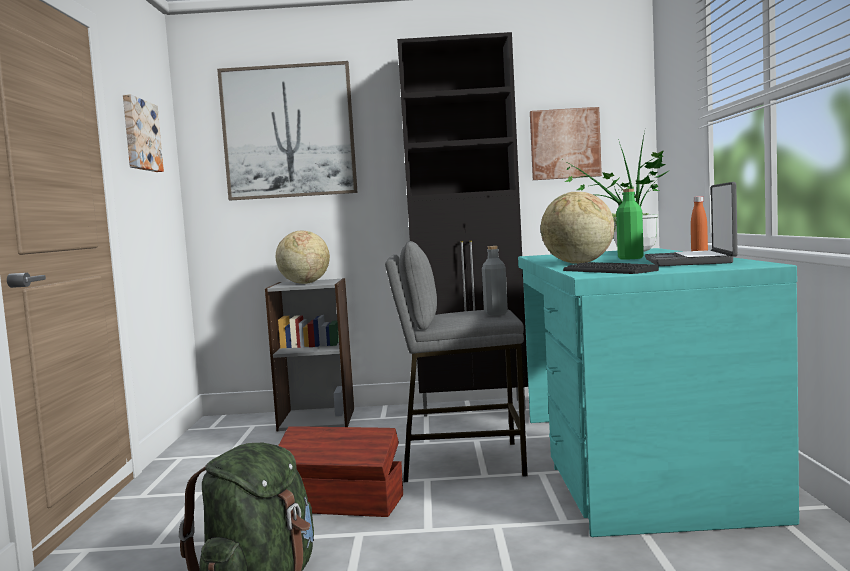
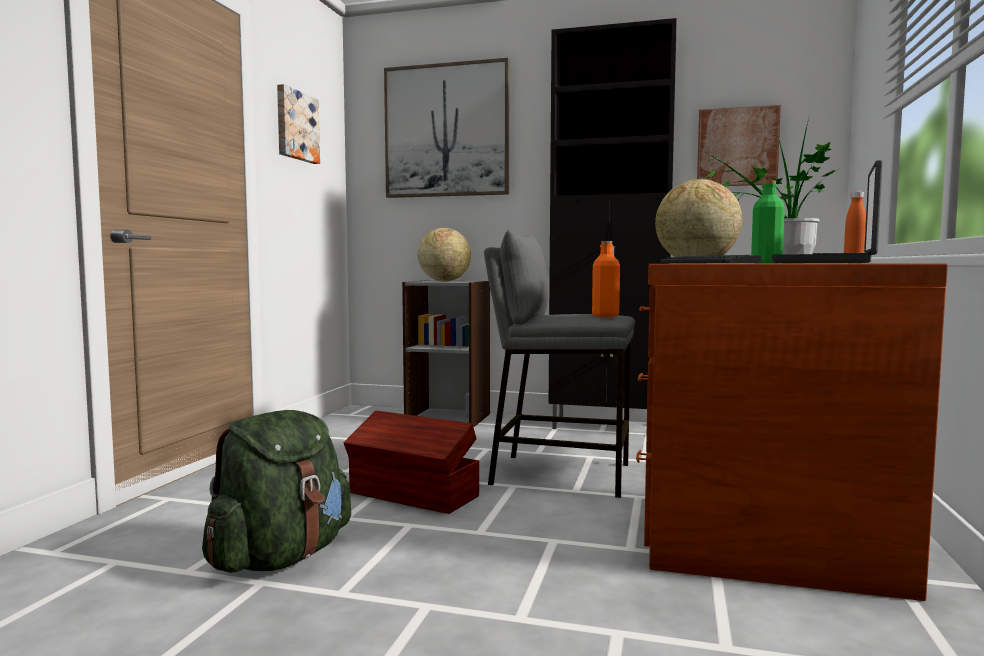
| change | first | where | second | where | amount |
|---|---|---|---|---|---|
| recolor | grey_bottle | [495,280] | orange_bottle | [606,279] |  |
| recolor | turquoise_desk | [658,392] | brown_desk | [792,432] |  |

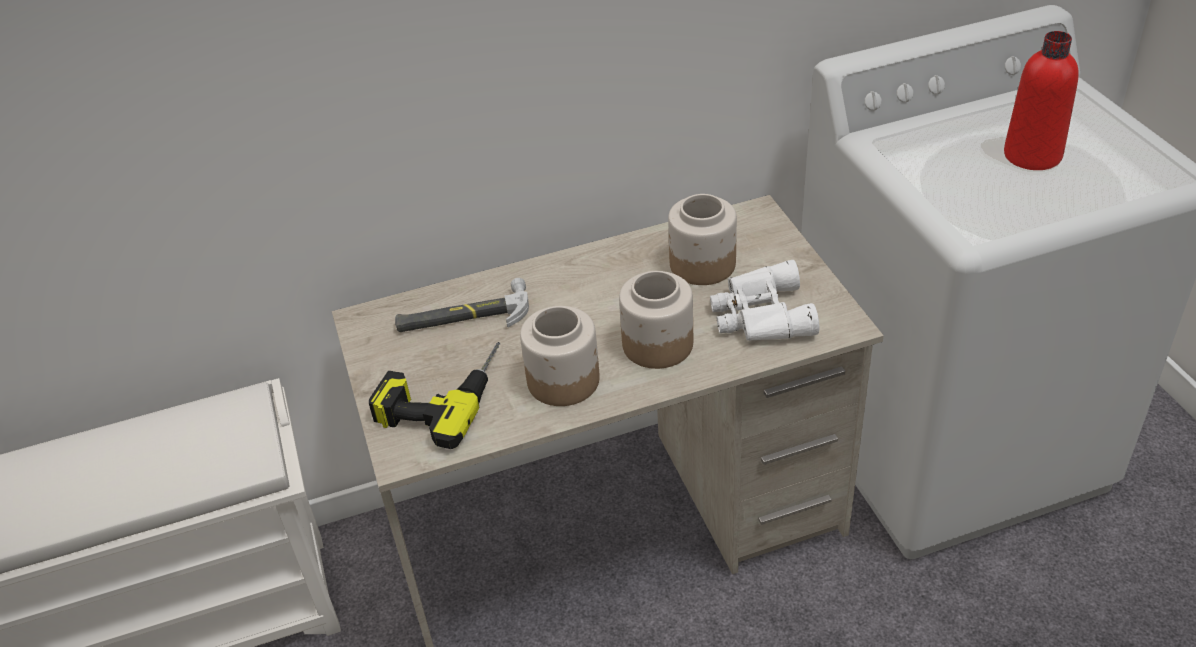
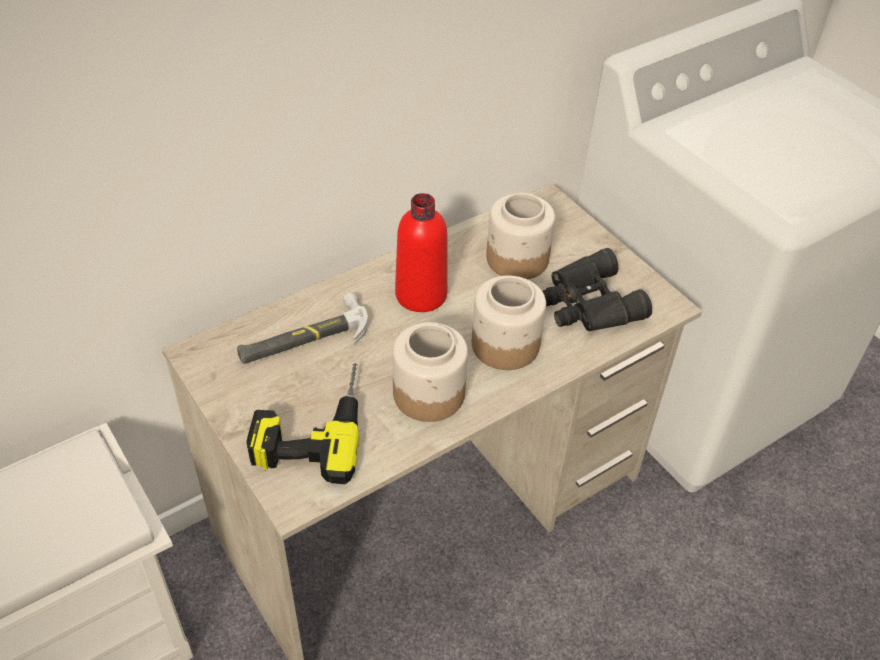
| change | first | where | second | where | amount |
|---|---|---|---|---|---|
| recolor | white_binoculars | [764,300] | black_binoculars | [597,289] |  |
| move | red_bottle | [1041,100] |  | [421,252] |  |

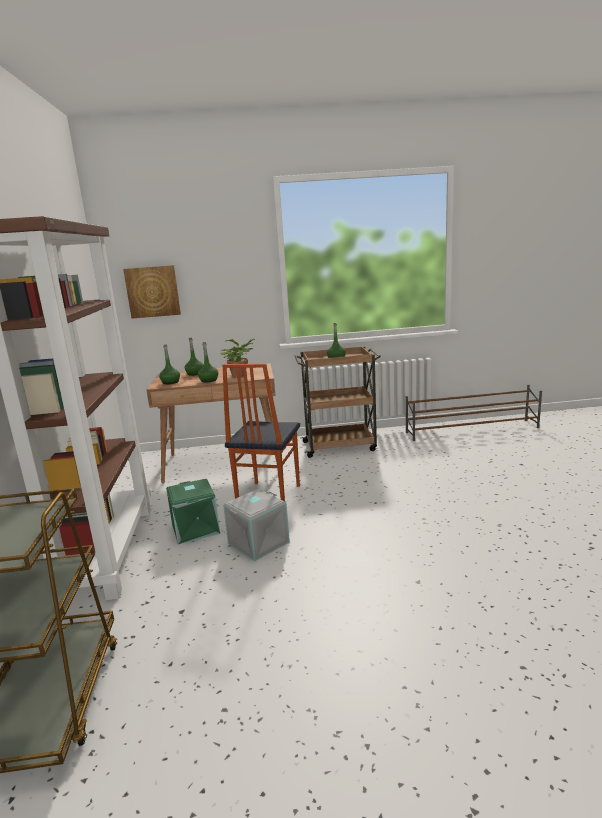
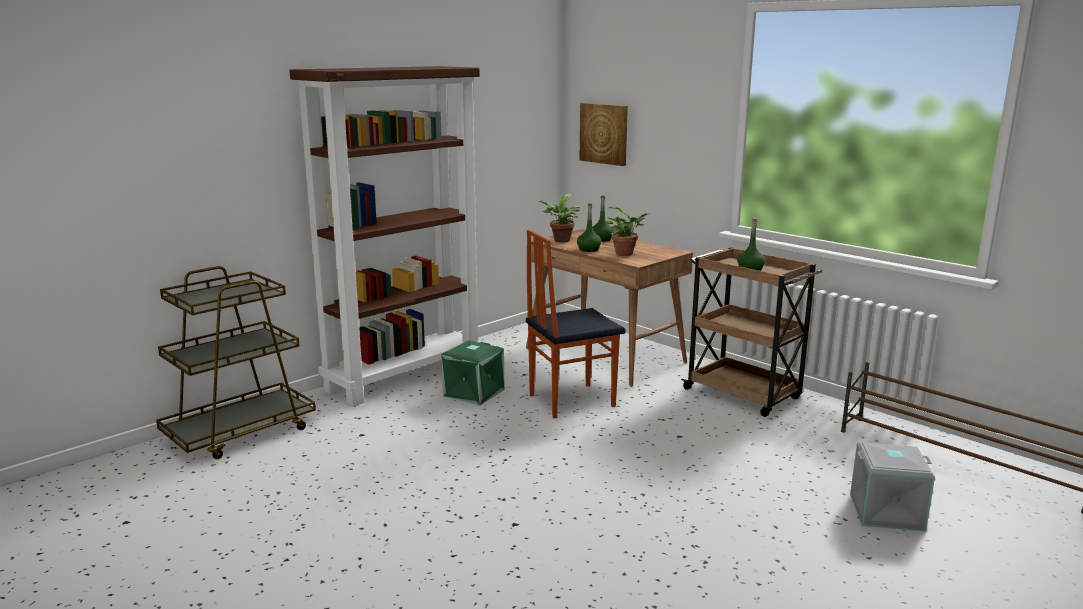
| change | first | where | second | where | amount |
|---|---|---|---|---|---|
| replace | green_bottle | [169,364] | potted_plant | [559,218] |  |
| move | grey_storage_box | [256,525] |  | [892,486] |  |

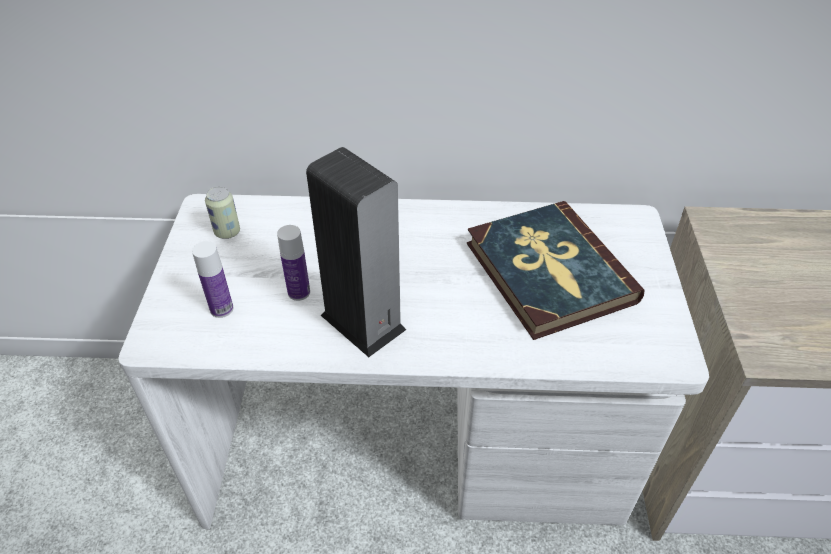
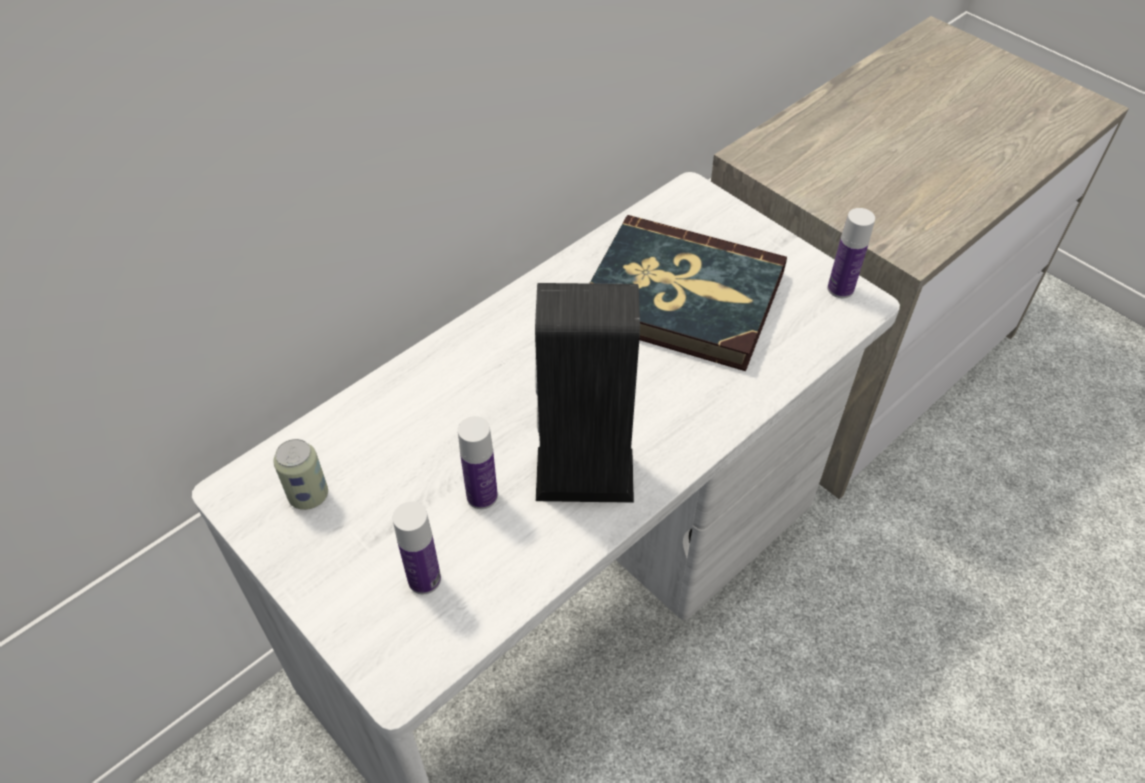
| change | first | where | second | where | amount |
|---|---|---|---|---|---|
| insert |  |  | bottle | [851,253] |  |

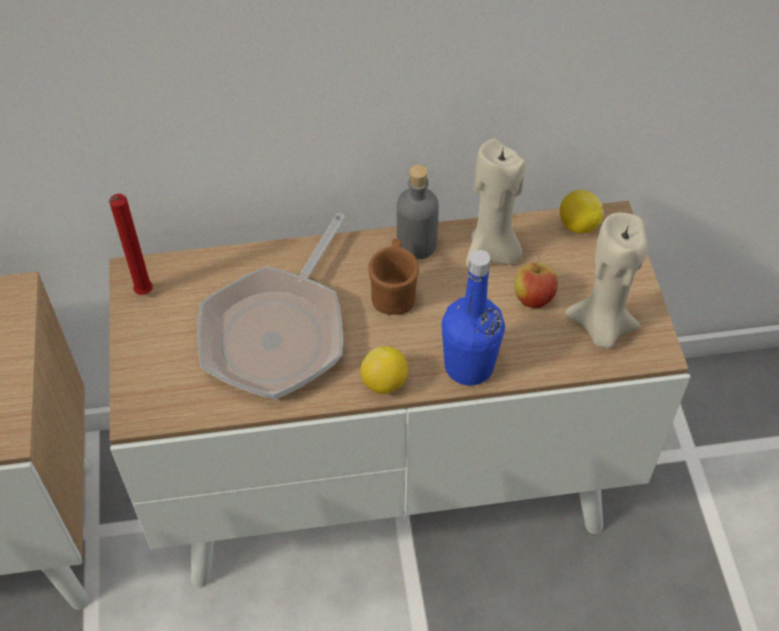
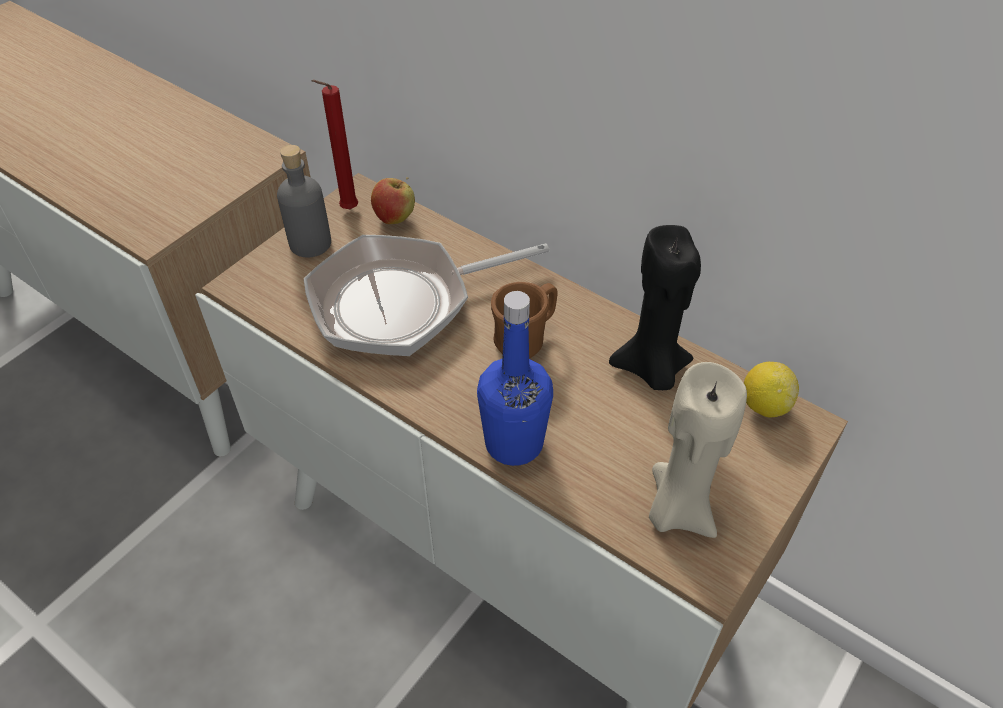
| change | first | where | second | where | amount |
|---|---|---|---|---|---|
| delete | lemon | [384,370] |  |  |  |
| move | grey_bottle | [418,212] |  | [304,201] |  |
| recolor | beige_candle | [496,203] | black_candle | [655,307] |  |
| move | apple | [536,282] |  | [393,200] |  |

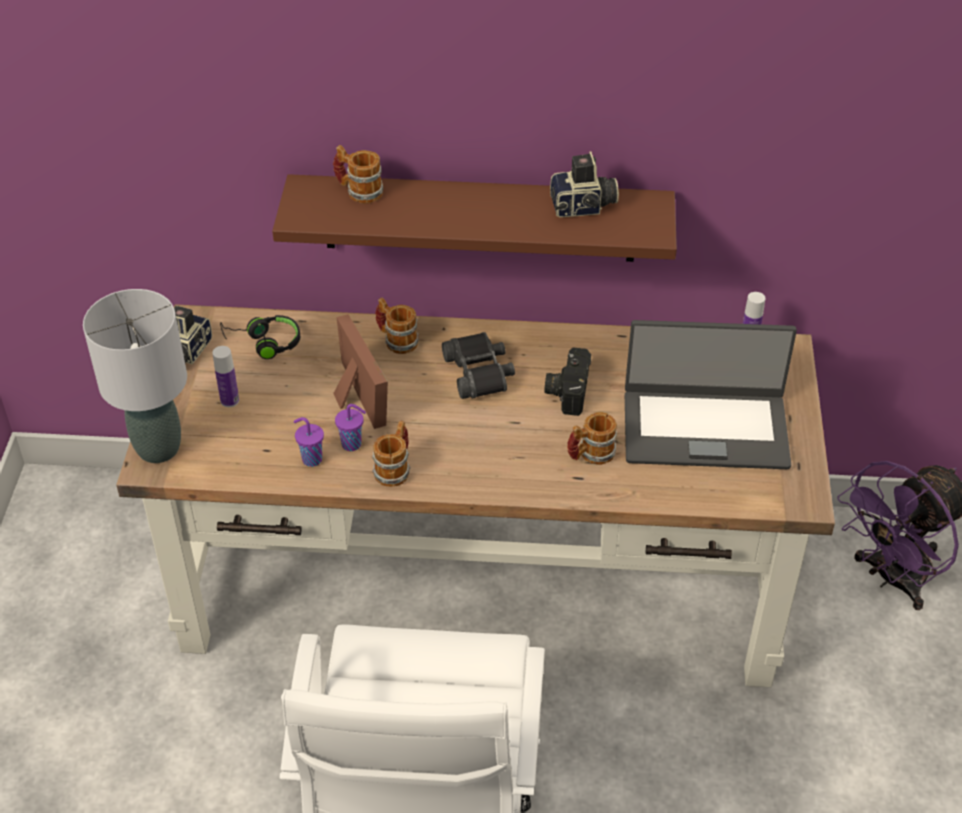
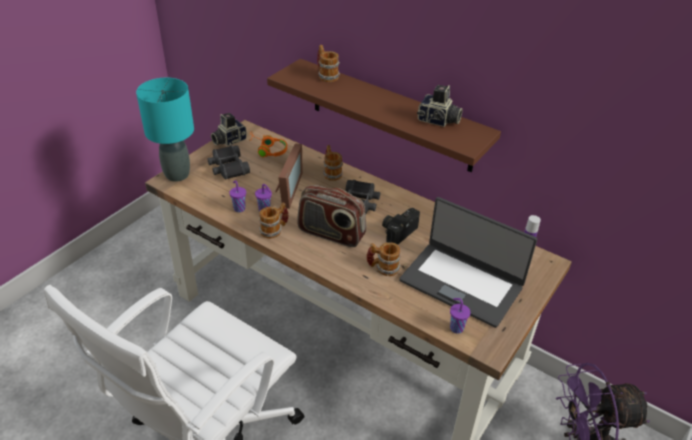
| change | first | where | second | where | amount |
|---|---|---|---|---|---|
| recolor | grey_table_lamp | [135,376] | turquoise_table_lamp | [165,130] |  |
| replace | bottle | [225,376] | black_binoculars | [229,162] |  |
| recolor | black_headphones | [260,337] | orange_headphones | [268,144] |  |
| insert |  |  | radio | [331,216] |  |
| insert |  |  | purple_cup | [460,316] |  |

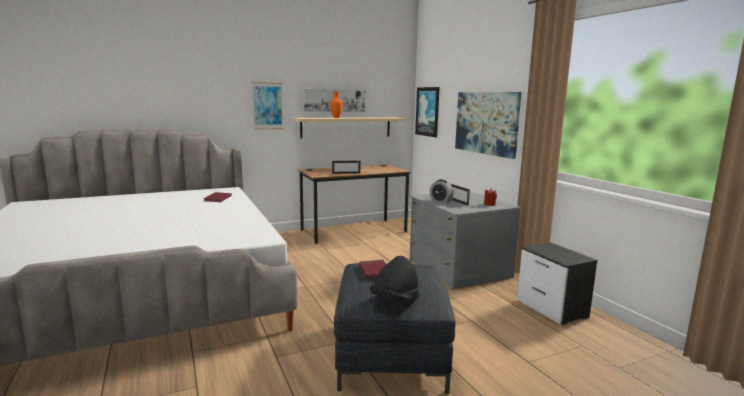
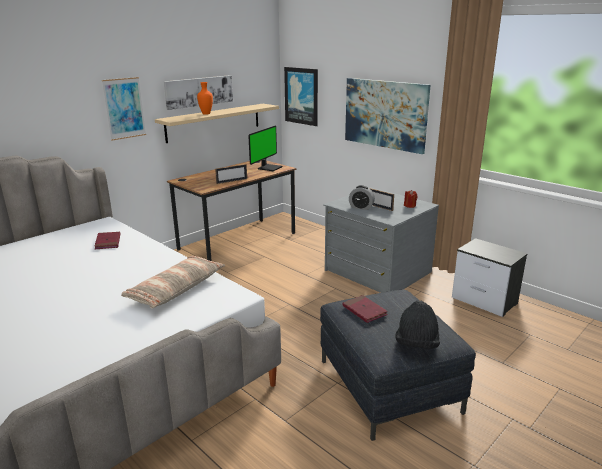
| change | first | where | second | where | amount |
|---|---|---|---|---|---|
| insert |  |  | pillow | [173,282] |  |
| insert |  |  | monitor | [265,148] |  |

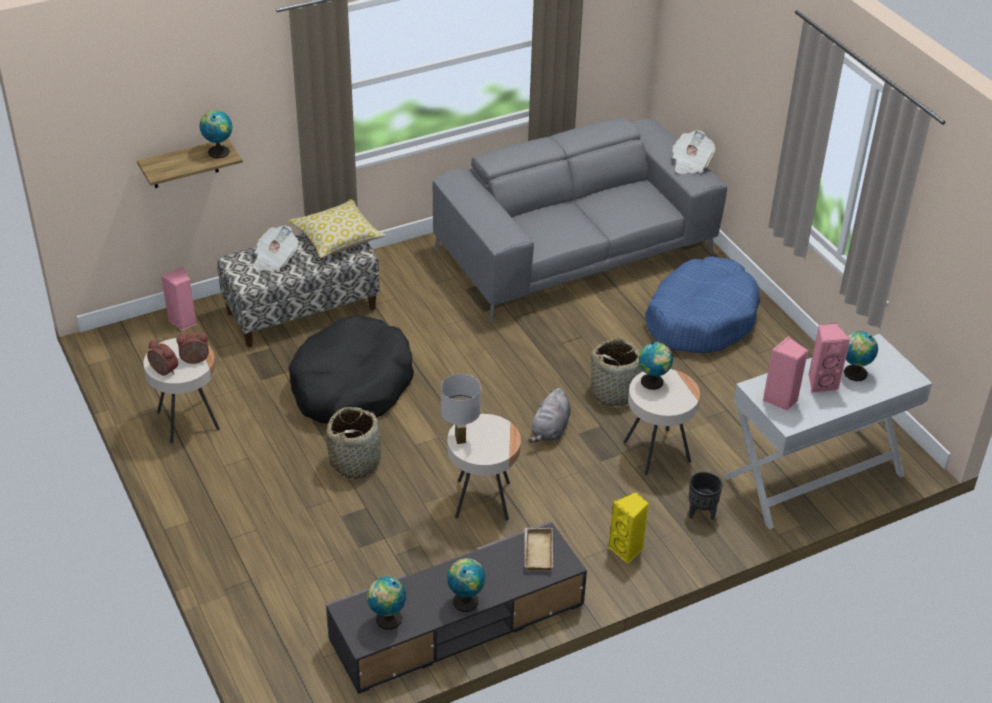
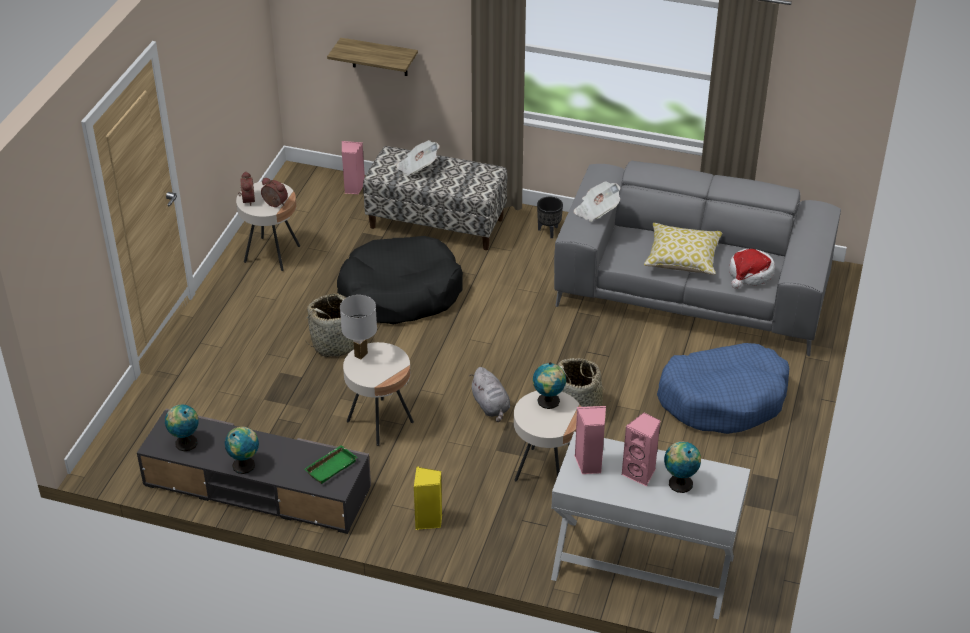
| change | first | where | second | where | amount |
|---|---|---|---|---|---|
| delete | globe | [216,134] |  |  |  |
| move | pillow | [337,228] |  | [683,249] |  |
| recolor | beige_tray | [538,549] | green_tray | [331,464] |  |
| rotate | grey_plush_toy | [549,415] |  | [490,394] | 90 degrees counterclockwise |
| move | newspaper | [693,152] |  | [597,202] |  |
| move | black_planter | [706,496] |  | [550,217] |  |
| insert |  |  | hat | [752,269] |  |

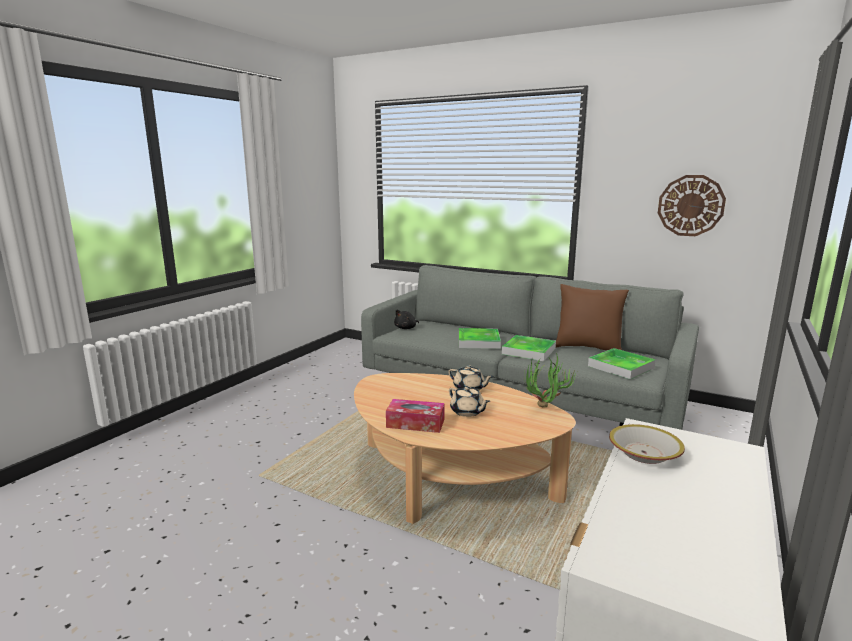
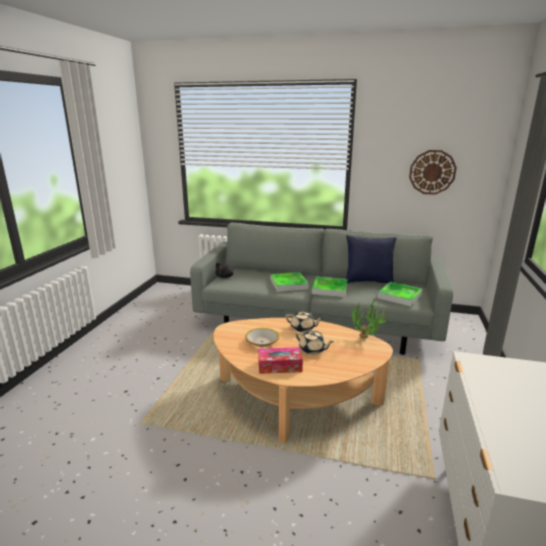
| change | first | where | second | where | amount |
|---|---|---|---|---|---|
| recolor | brown_pillow | [592,317] | blue_pillow | [371,259] |  |
| move | bowl | [647,444] |  | [262,337] |  |

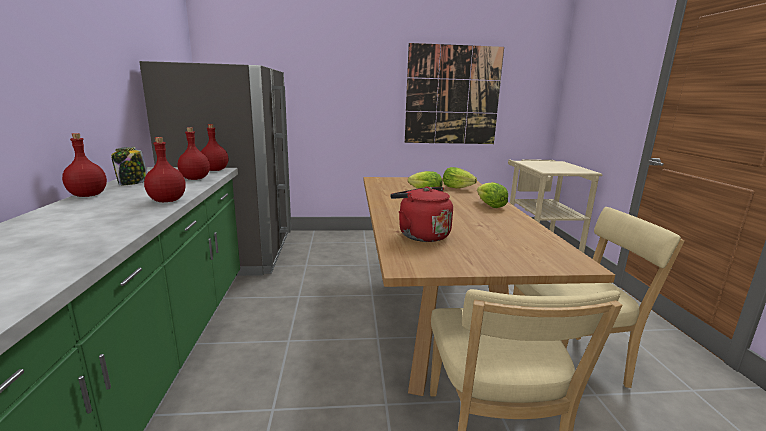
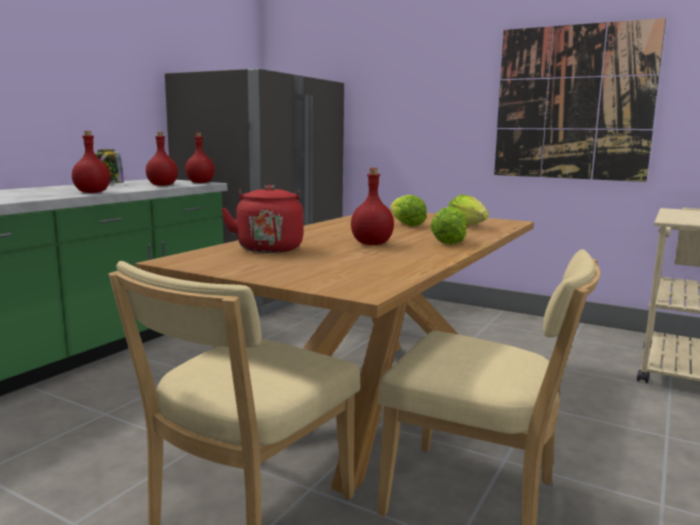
| change | first | where | second | where | amount |
|---|---|---|---|---|---|
| move | red_bottle | [84,165] |  | [372,206] |  |

